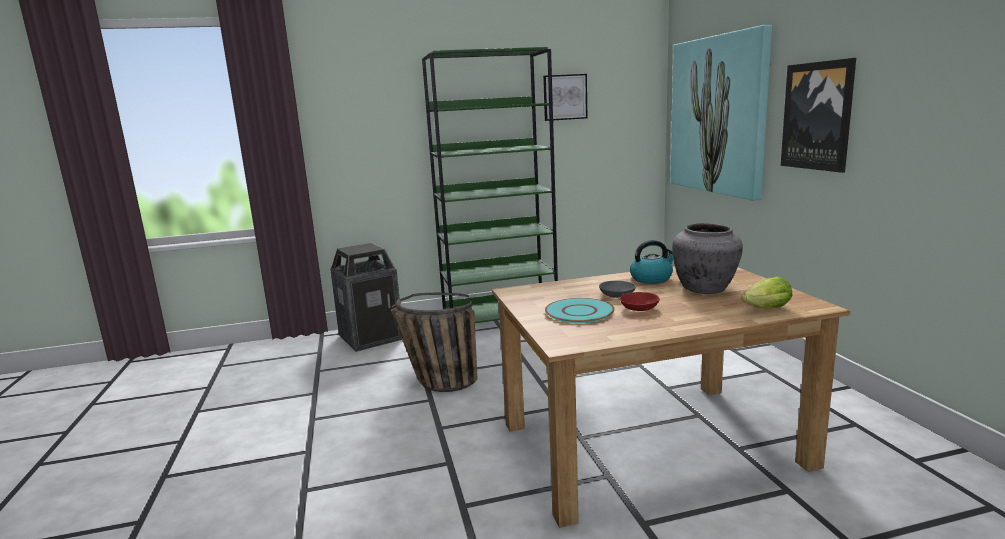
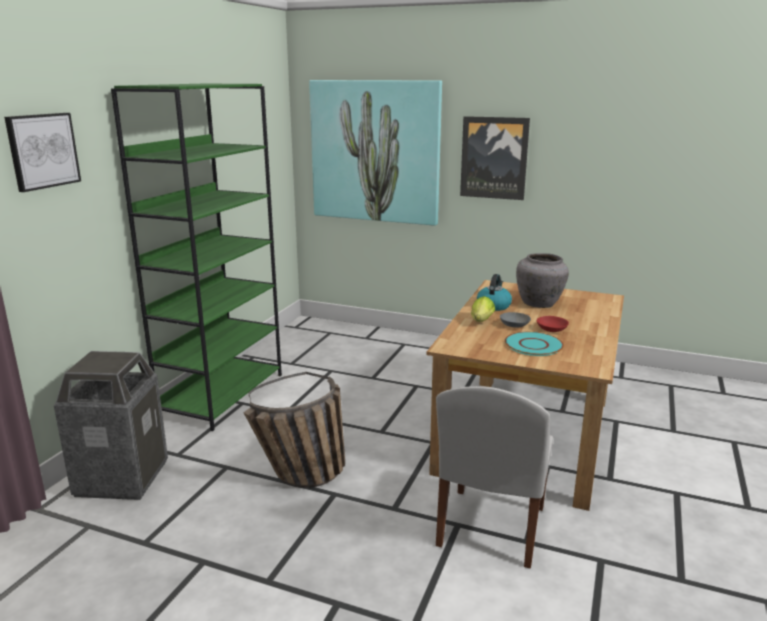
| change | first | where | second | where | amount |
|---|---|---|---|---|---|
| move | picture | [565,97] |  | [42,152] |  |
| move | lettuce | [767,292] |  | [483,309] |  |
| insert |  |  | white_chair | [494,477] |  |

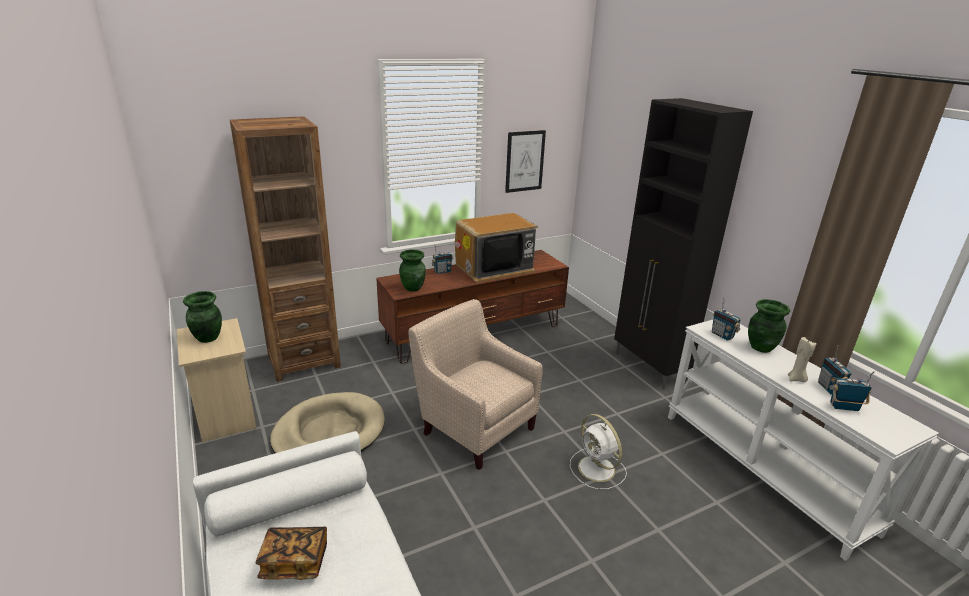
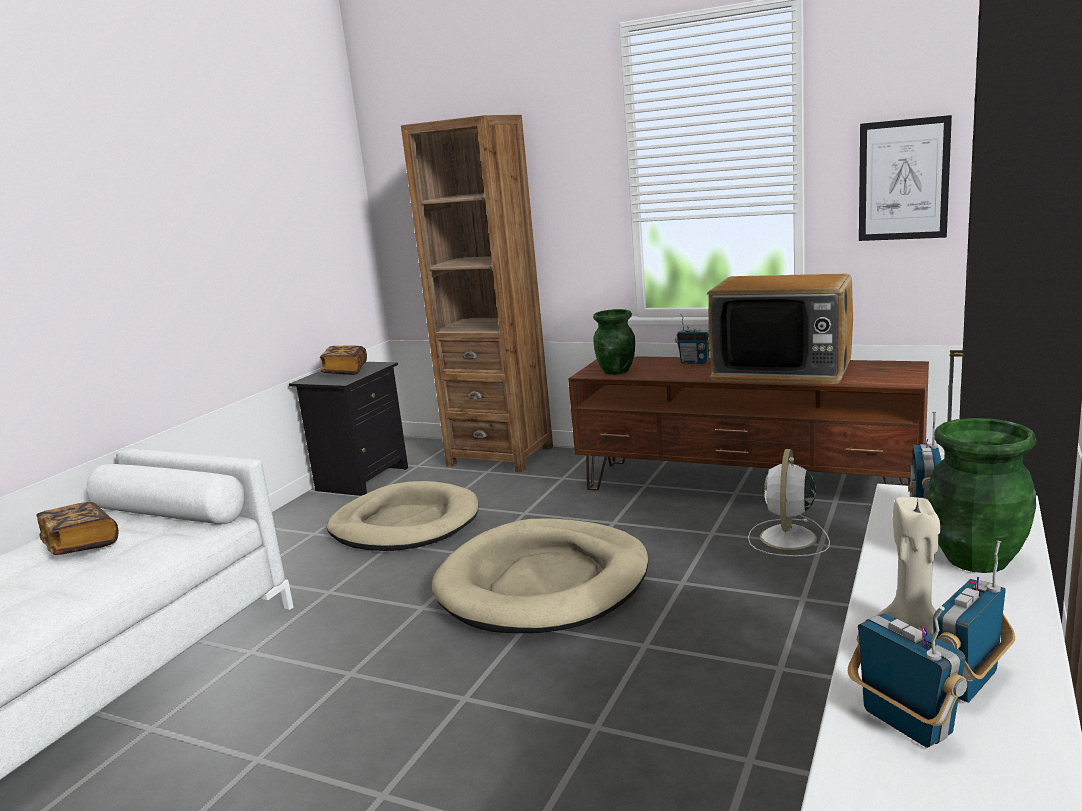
| change | first | where | second | where | amount |
|---|---|---|---|---|---|
| recolor | beige_nightstand | [217,380] | black_nightstand | [348,429] |  |
| replace | green_vase | [202,317] | book | [343,360] |  |
| replace | beige_armchair | [475,384] | beige_dog_bed | [540,575] |  |
| move | white_fan | [598,452] |  | [789,502] |  |

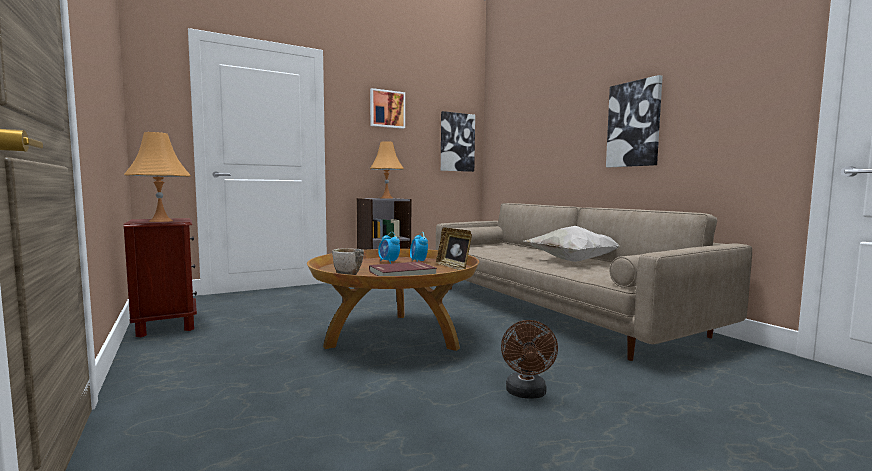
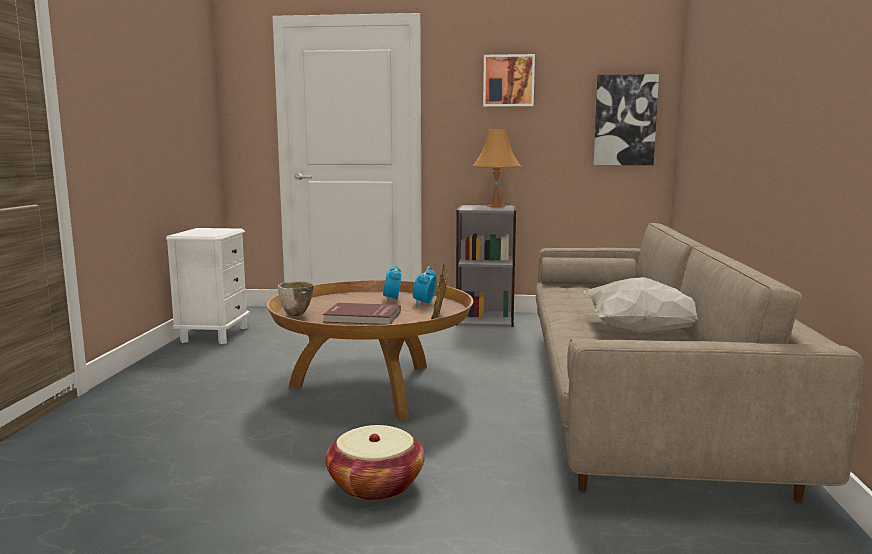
| change | first | where | second | where | amount |
|---|---|---|---|---|---|
| recolor | brown_nightstand | [160,277] | white_nightstand | [208,286] |  |
| delete | orange_table_lamp | [157,177] |  |  |  |
| replace | brown_fan | [529,359] | basket | [375,463] |  |
| delete | picture | [634,121] |  |  |  |

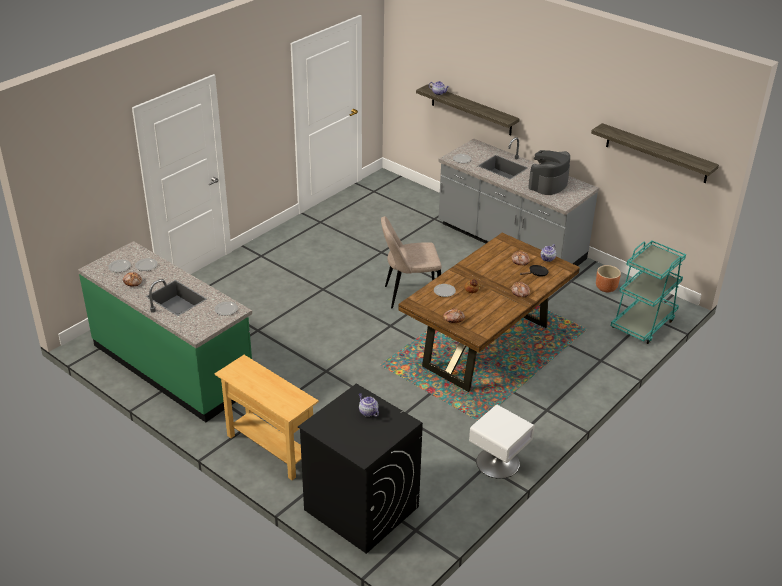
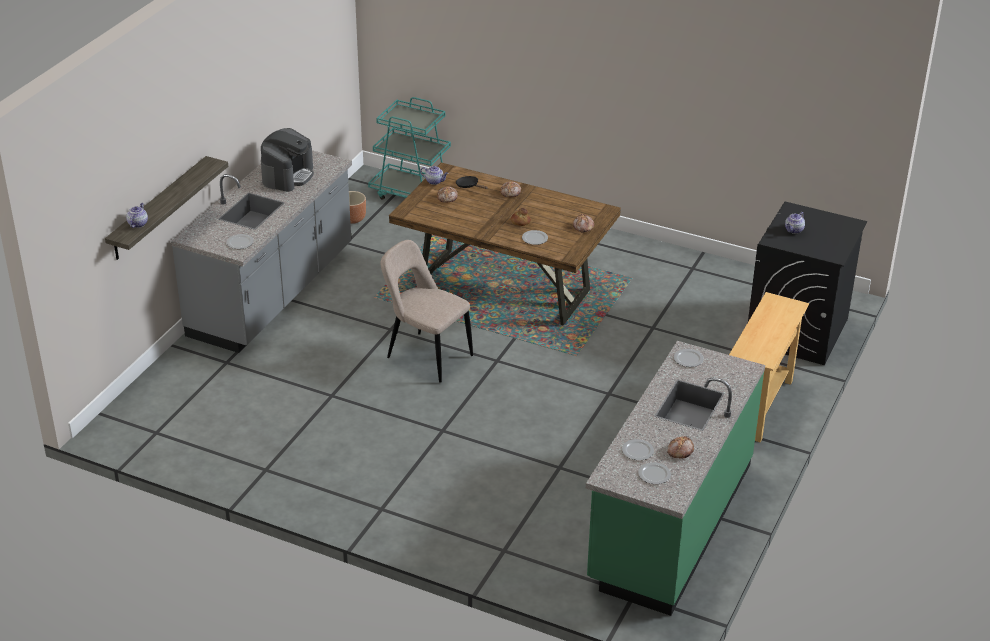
| change | first | where | second | where | amount |
|---|---|---|---|---|---|
| rotate | beige_chair | [411,262] |  | [426,311] | 150 degrees clockwise |
| delete | white_nightstand | [502,442] |  |  |  |
| rotate | coffee_machine | [549,172] |  | [287,160] | 90 degrees counterclockwise |
| delete | shelf | [655,153] |  |  |  |

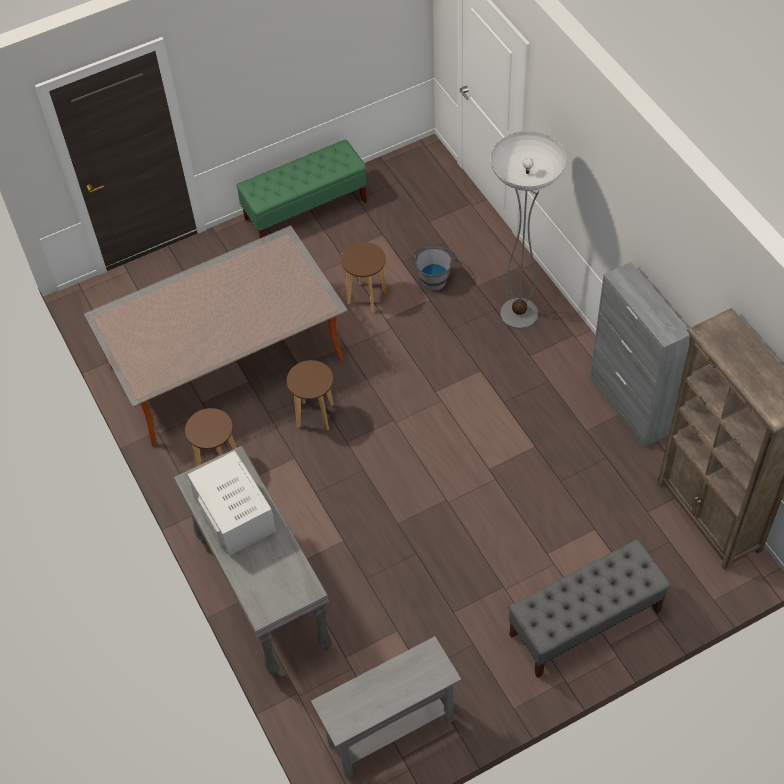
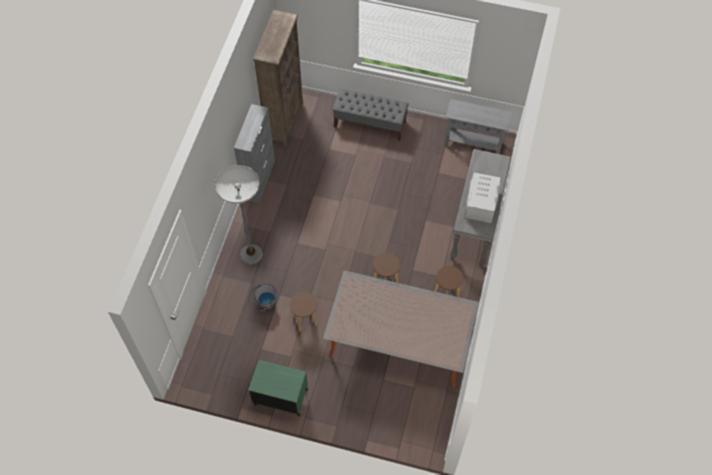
| change | first | where | second | where | amount |
|---|---|---|---|---|---|
| replace | green_bench | [302,188] | green_nightstand | [278,388] |  |

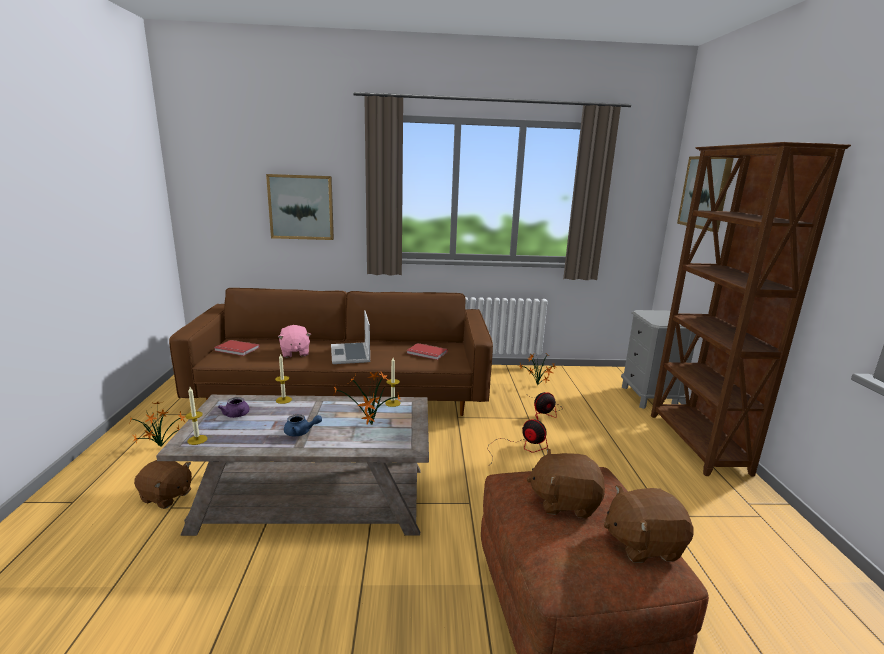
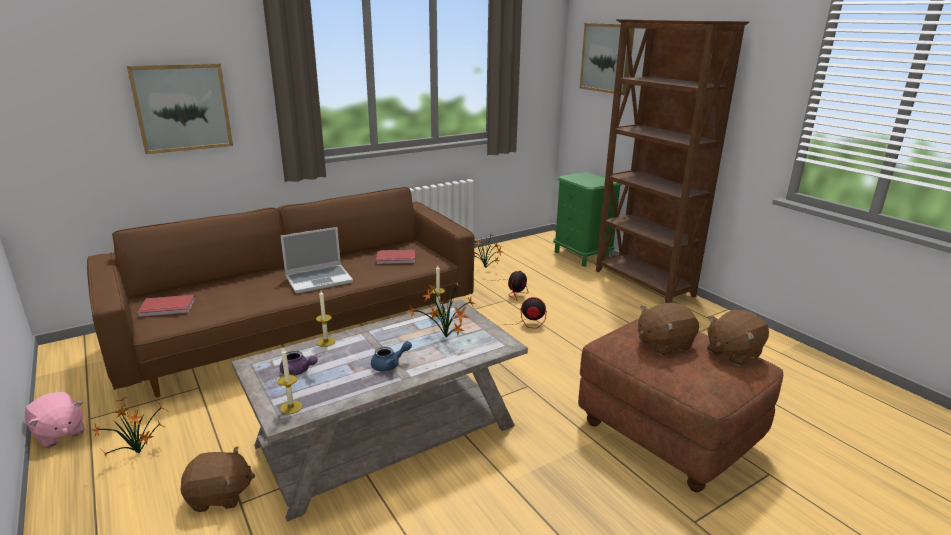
| change | first | where | second | where | amount |
|---|---|---|---|---|---|
| move | pink_plush_toy | [294,341] |  | [55,420] |  |
| rotate | laptop | [350,337] |  | [317,260] | 75 degrees counterclockwise |
| recolor | grey_nightstand | [658,359] | green_nightstand | [587,219] |  |

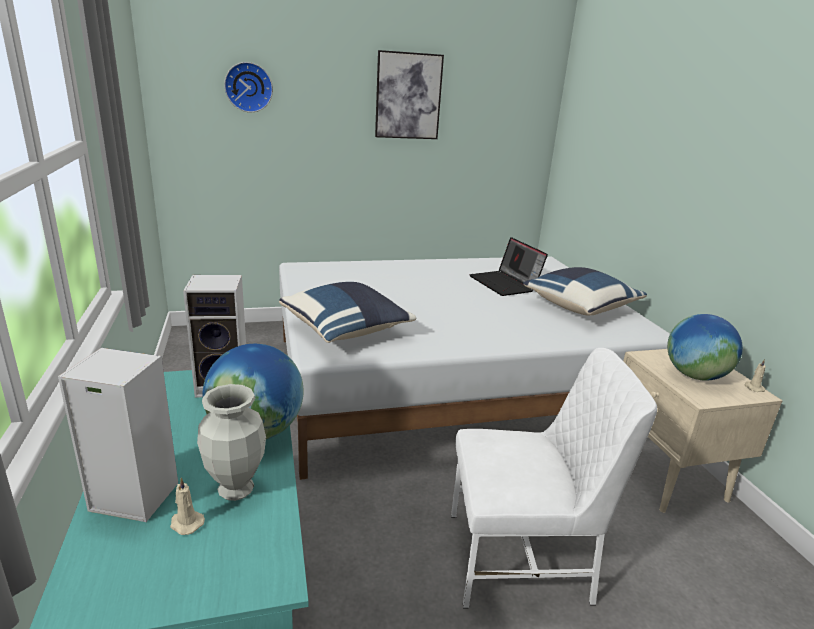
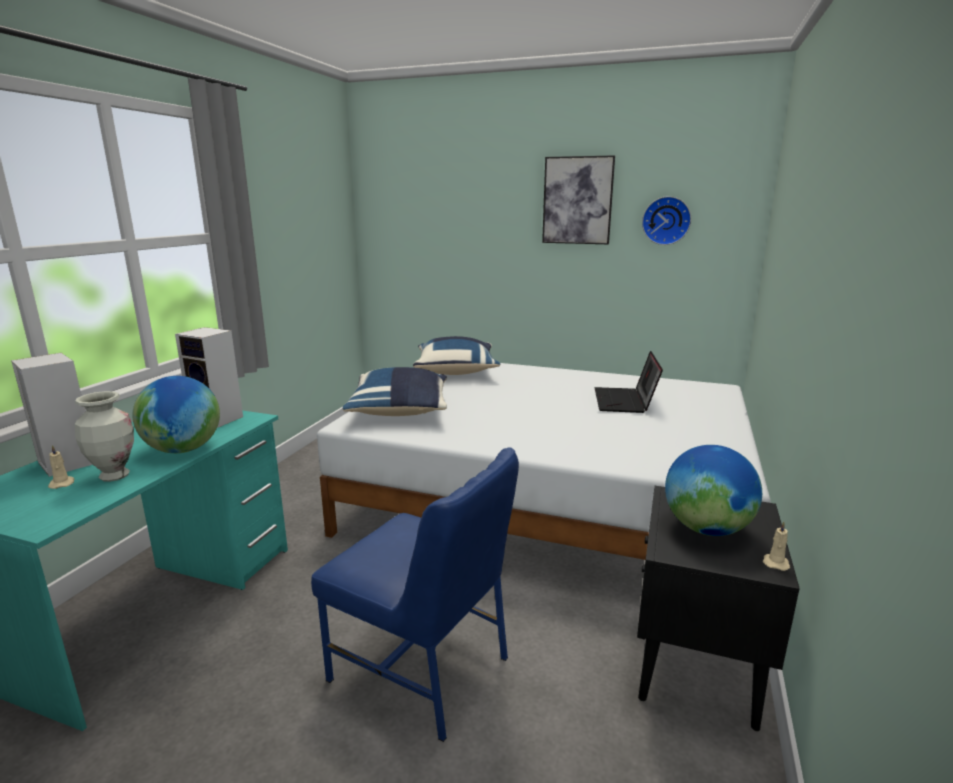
| change | first | where | second | where | amount |
|---|---|---|---|---|---|
| move | wall_clock | [248,87] |  | [666,220] |  |
| recolor | white_chair | [554,478] | blue_chair | [415,594] |  |
| move | blue_pillow | [585,291] |  | [457,355] |  |
| recolor | beige_nightstand | [703,431] | black_nightstand | [718,608] |  |

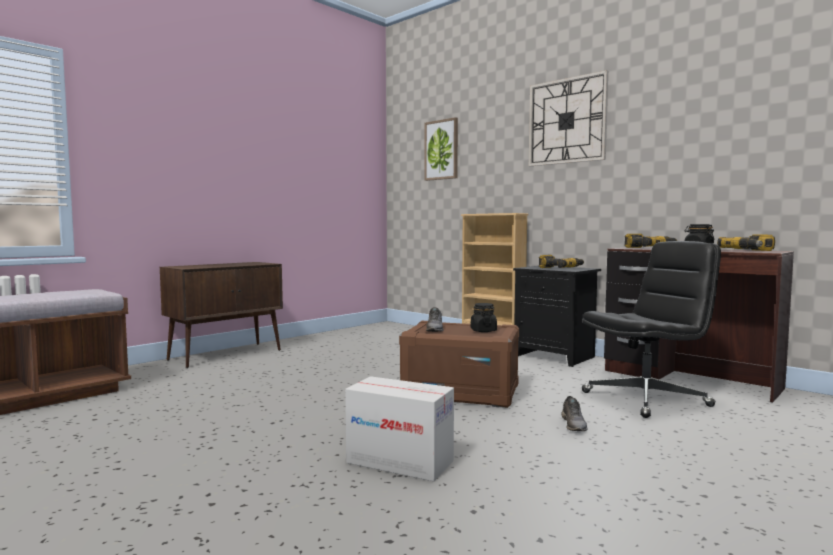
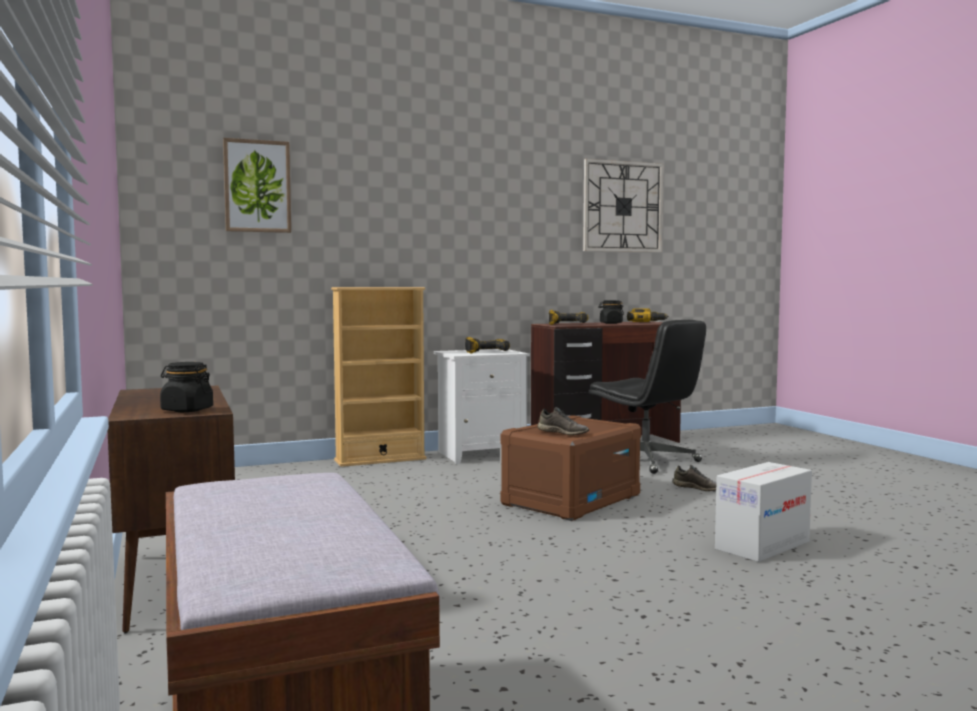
| change | first | where | second | where | amount |
|---|---|---|---|---|---|
| move | black_jar | [484,317] |  | [186,387] |  |
| recolor | black_nightstand | [557,316] | white_nightstand | [482,406] |  |
| move | wall_clock | [568,118] |  | [623,205] |  |
| rotate | black_office_chair | [651,329] |  | [647,397] | 135 degrees clockwise |

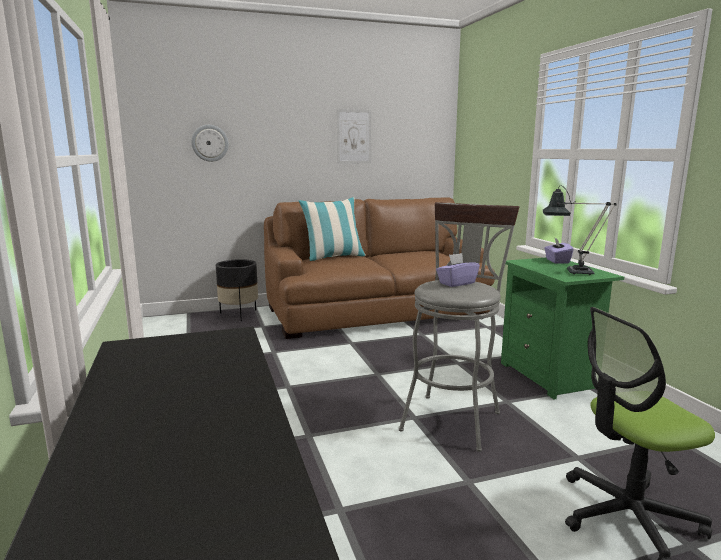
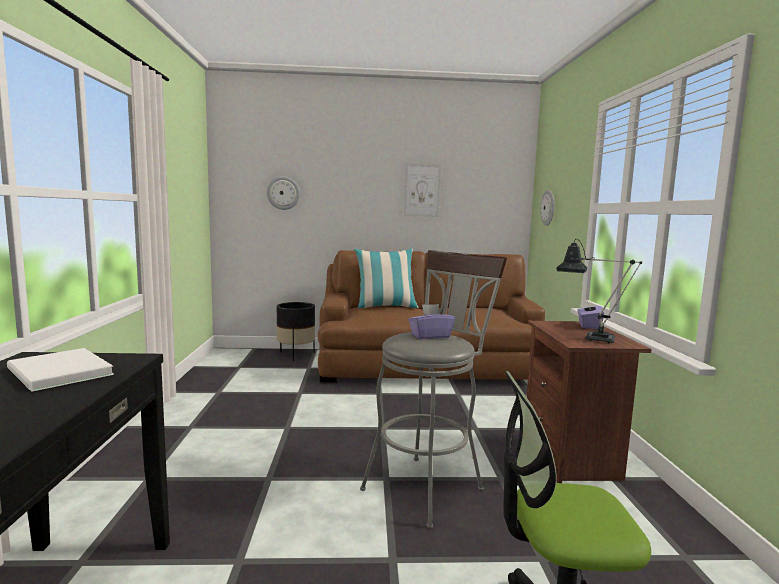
| change | first | where | second | where | amount |
|---|---|---|---|---|---|
| recolor | green_nightstand | [562,328] | brown_nightstand | [589,402] |  |
| insert |  |  | white_book | [60,369] |  |
| insert |  |  | wall_clock | [547,208] |  |

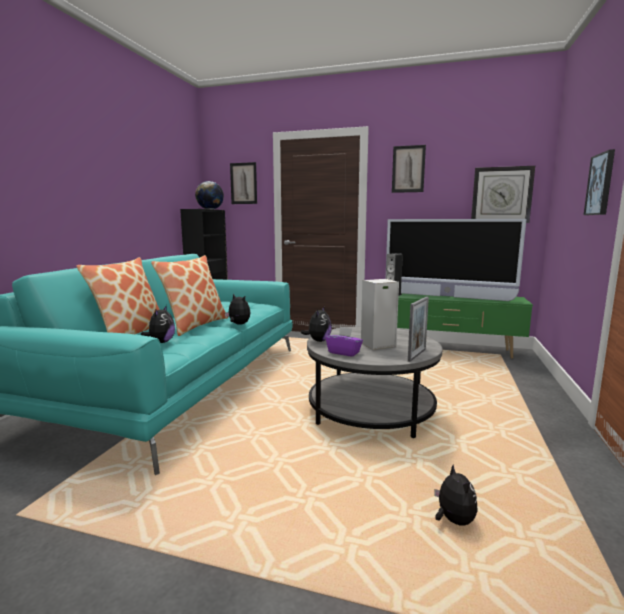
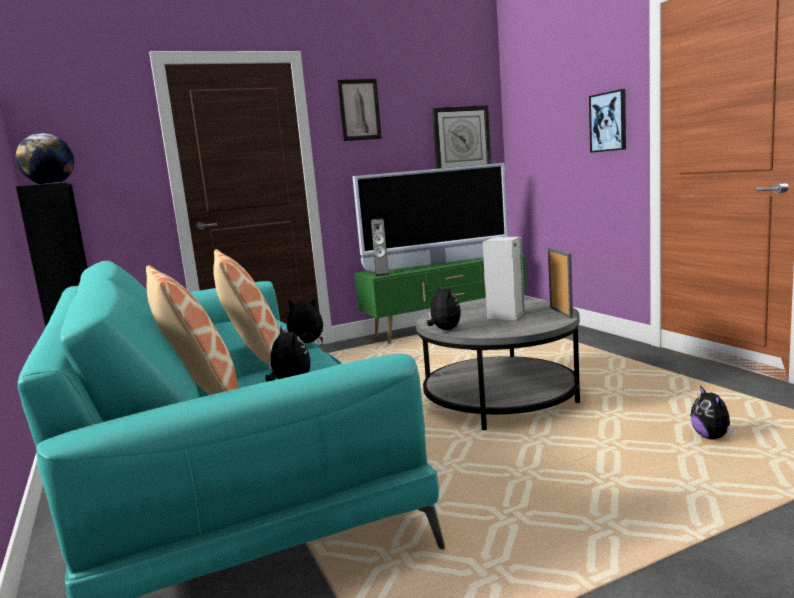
| change | first | where | second | where | amount |
|---|---|---|---|---|---|
| delete | picture | [243,183] |  |  |  |
| delete | purple_tissue_box | [344,341] |  |  |  |
| rotate | plush_toy | [456,495] |  | [713,412] | 135 degrees counterclockwise |

